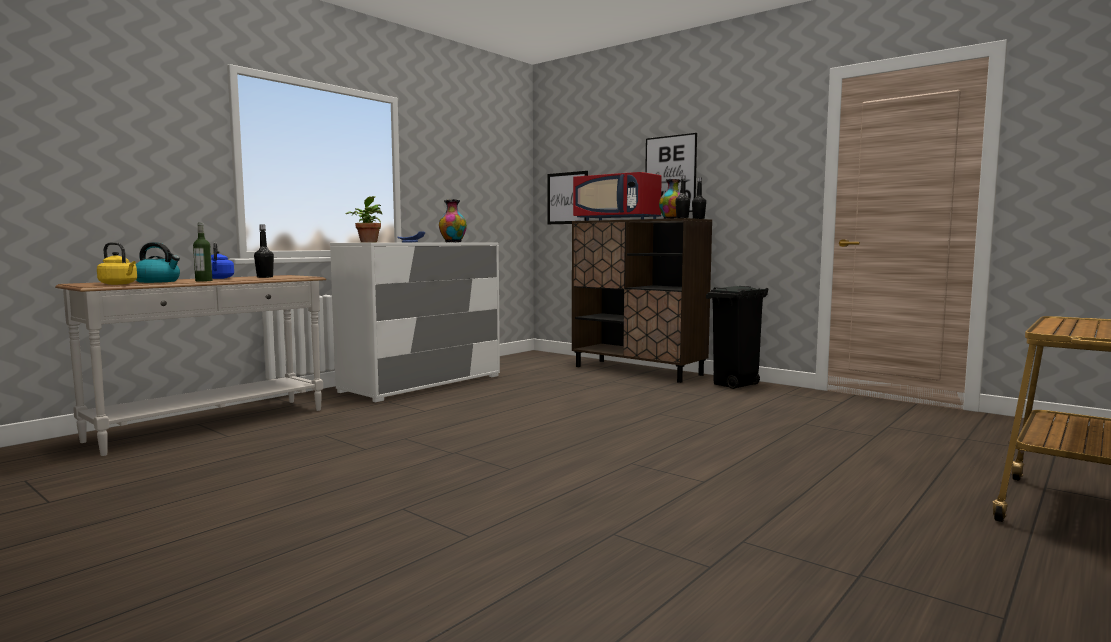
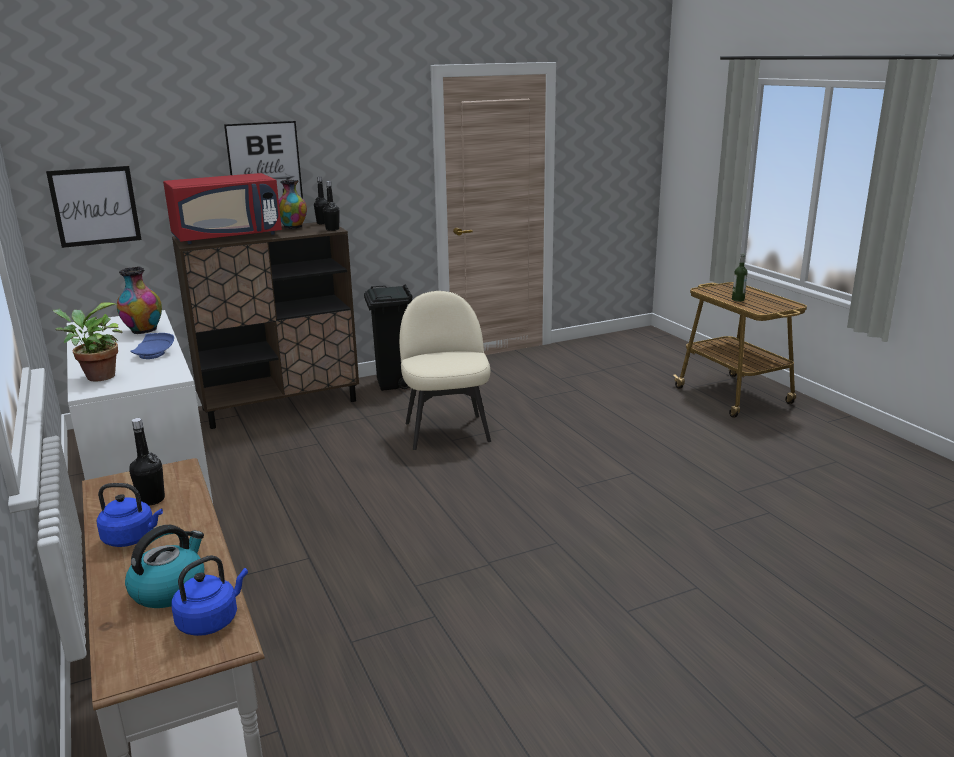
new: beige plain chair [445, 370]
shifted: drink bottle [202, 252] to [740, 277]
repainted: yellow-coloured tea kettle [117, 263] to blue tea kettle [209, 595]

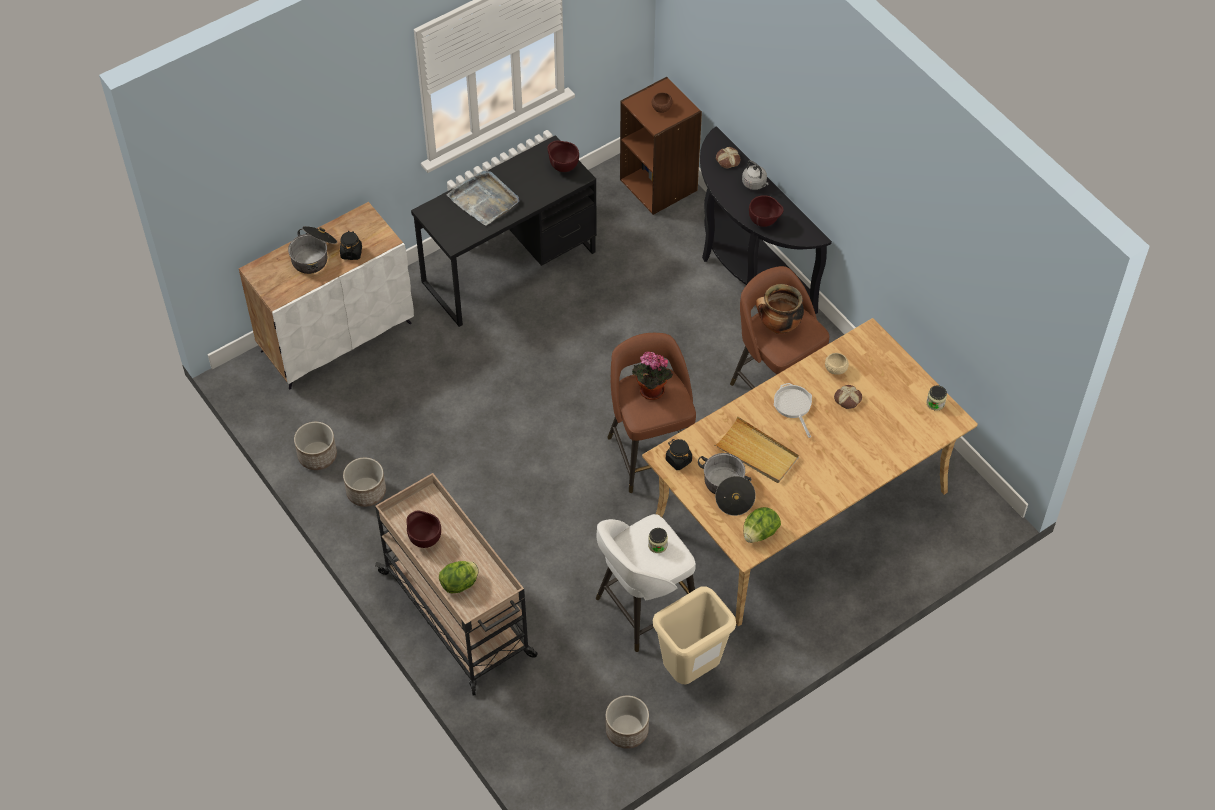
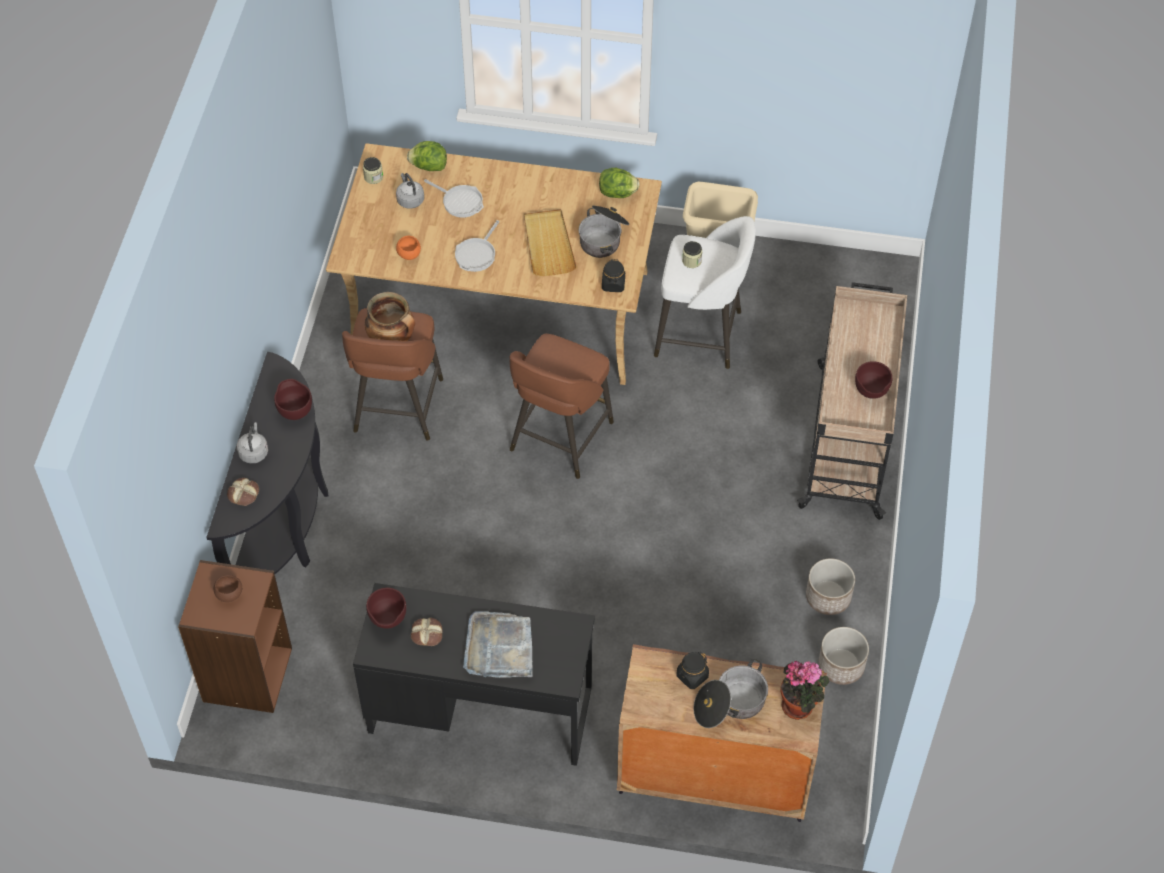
gone: flower pot [627, 722]
new: greyish tea kettle [410, 191]; skillet [454, 198]
shifted: houseplant [652, 375] to [805, 690]; bread [848, 397] to [426, 632]; lettuce [459, 577] to [427, 156]
repainted: whitish storage cabinet [326, 295] to brownish storage cabinet [722, 733]; beige bowl [837, 364] to orangey bowl [408, 248]

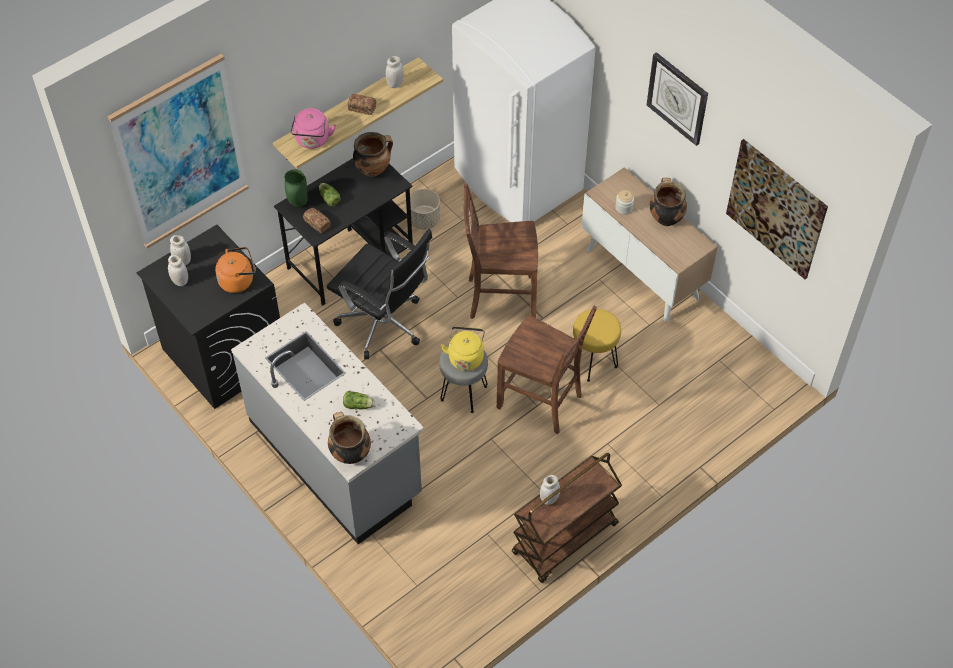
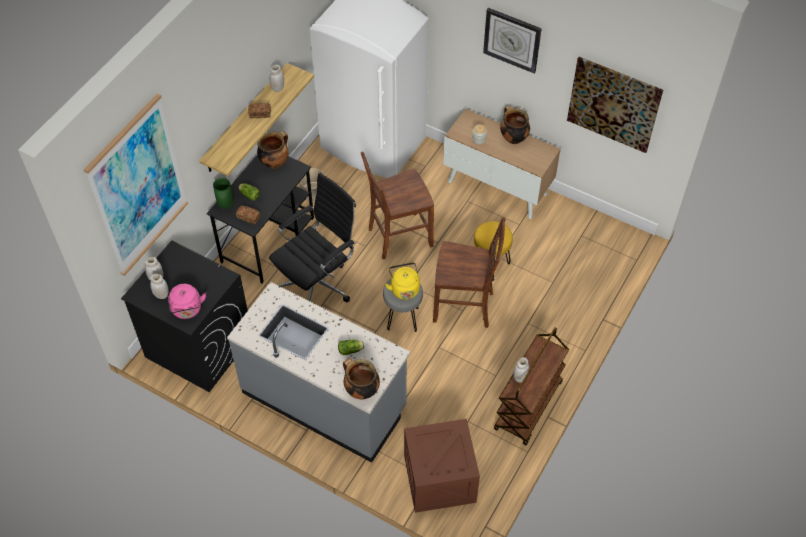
gone: orangey tea kettle [235, 270]
new: shipping crate [442, 466]
shifted: pink tea kettle [313, 128] to [187, 301]
rotated: black-coloured computer chair [379, 294] = [312, 237] 60 degrees counterclockwise

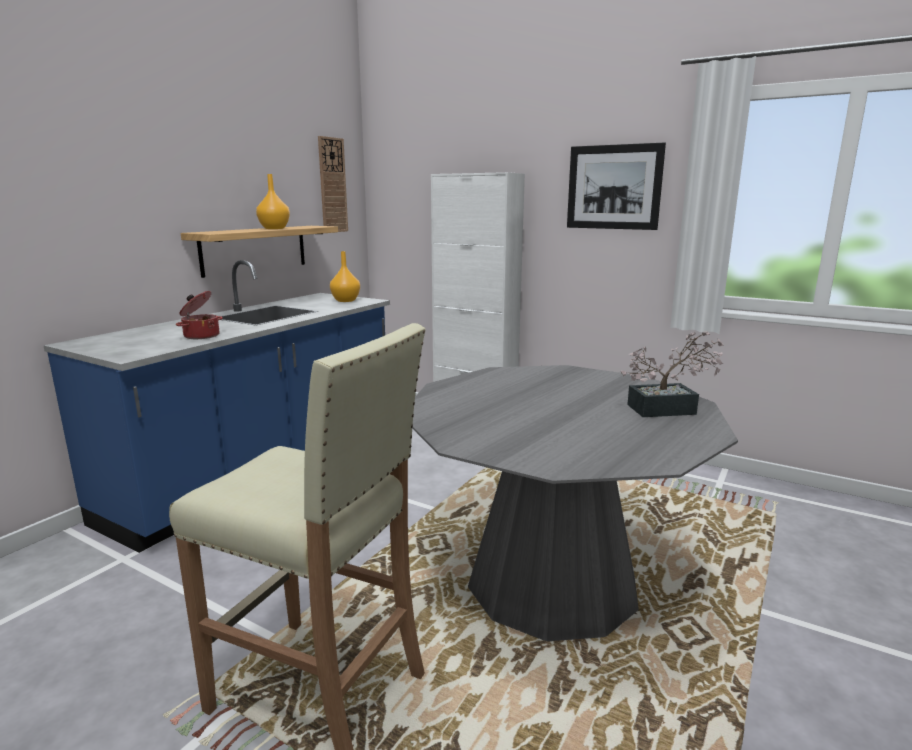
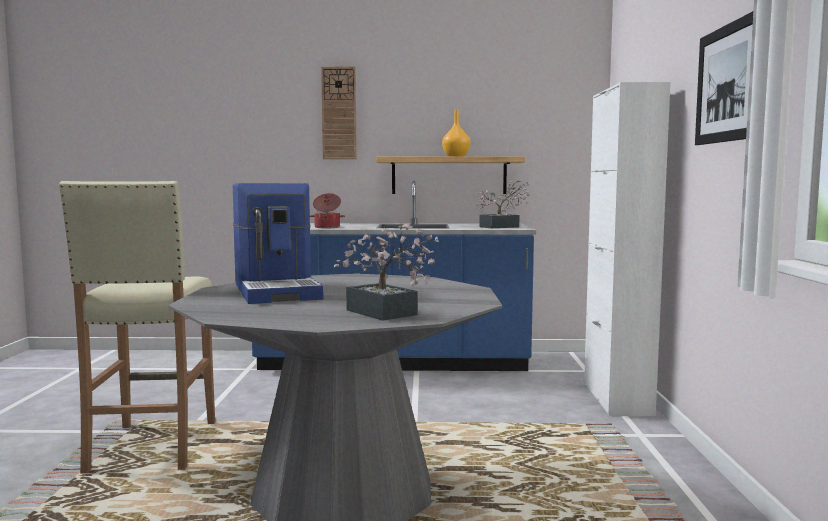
new: coffee brewer [278, 243]
shifted: clock on the wall [333, 184] to [339, 112]
swapped: orangey decorative vase [345, 276] to houseplant [503, 203]

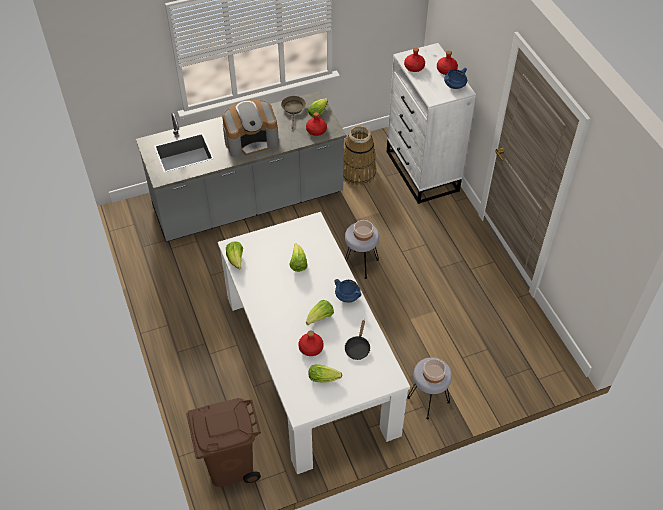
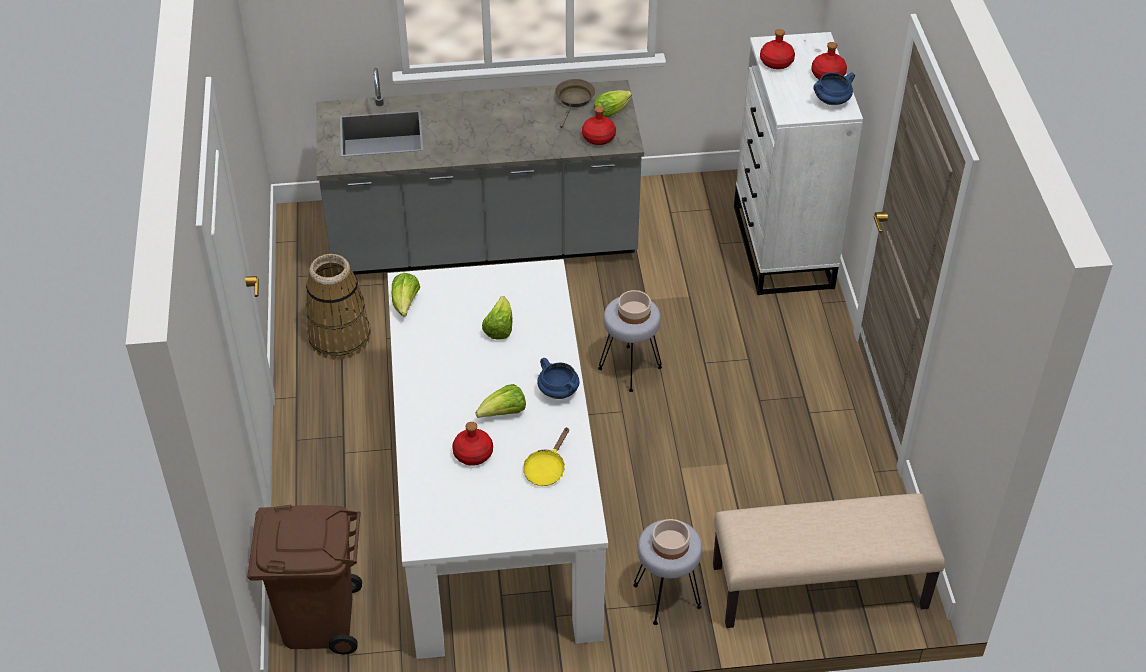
gone: coffee brewer [250, 128]; lettuce [325, 373]
new: beige long seat [829, 560]
shifted: storage basket [359, 156] to [338, 307]
repainted: black-coloured skillet [357, 340] to yellow-coloured skillet [546, 456]

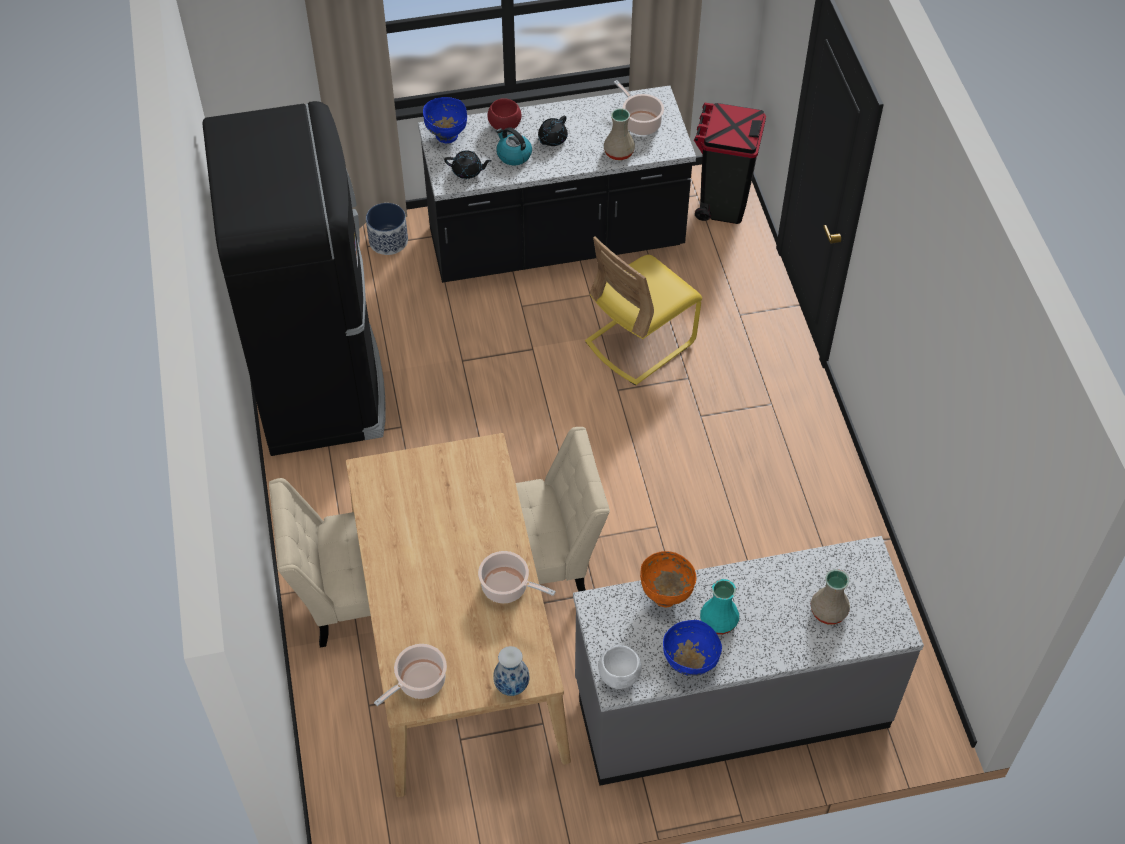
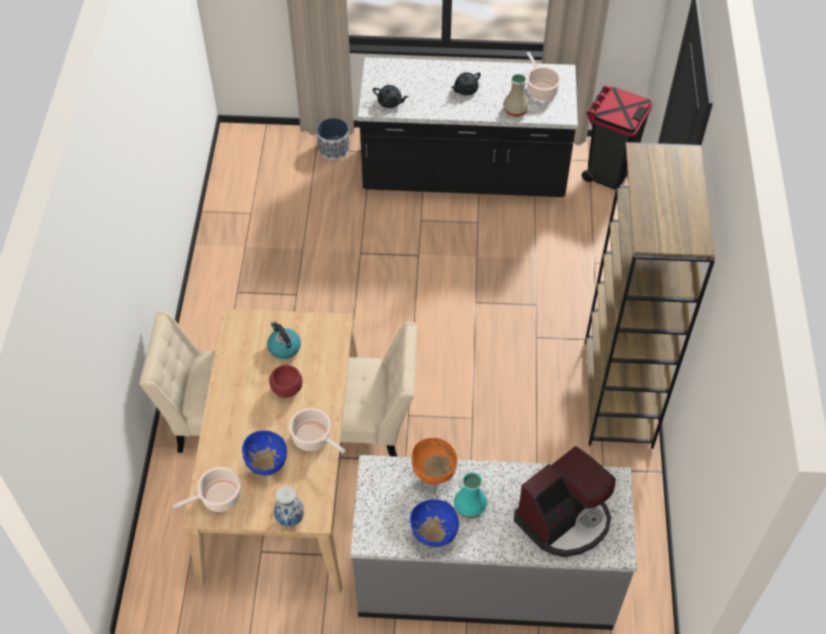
gone: black-coloured refrigerator [294, 278]; yellow-coloured plain chair [643, 310]; whitish bowl [620, 667]
new: brownish bookshelf [650, 295]
shifted: blue bowl [445, 120] to [264, 453]; reddish bowl [504, 114] to [286, 381]; tea kettle [514, 146] to [284, 340]
swapped: beige decorative vase [830, 597] to coffee brewer [565, 501]

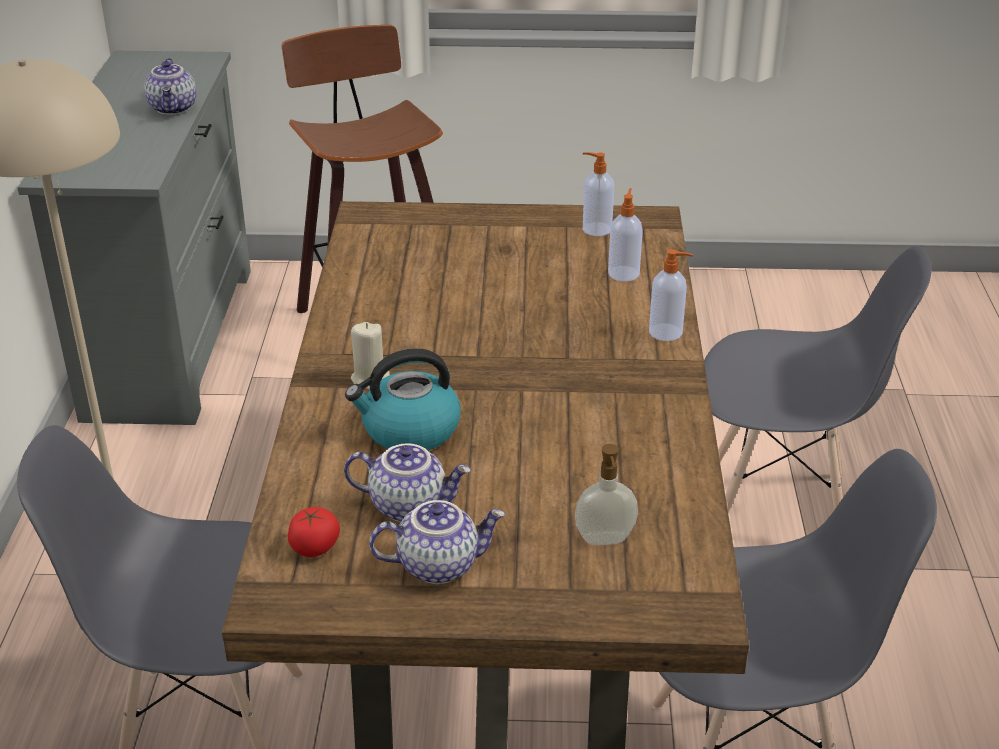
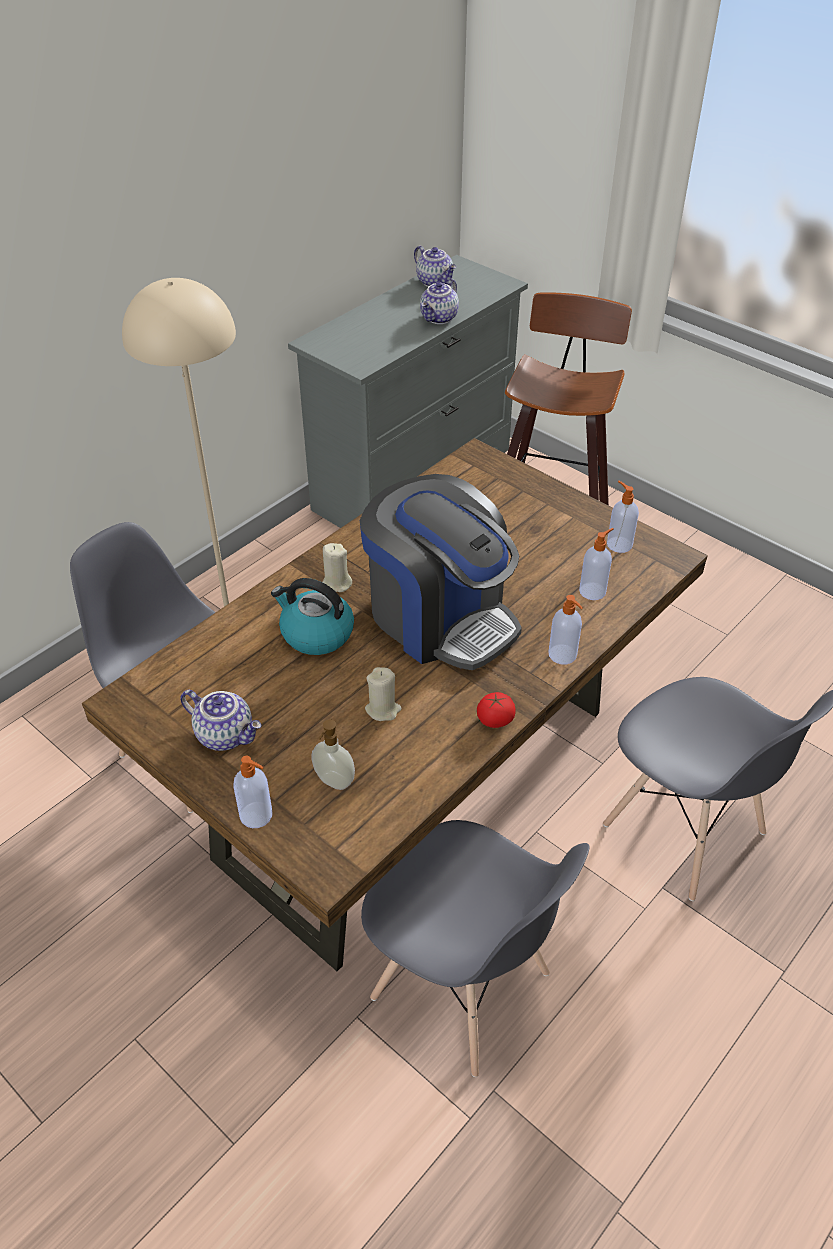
new: coffee brewer [441, 572]; beige candle [383, 694]; soap bottle [252, 792]
shifted: teapot [407, 483] to [435, 266]; whole tomato [314, 532] to [496, 710]

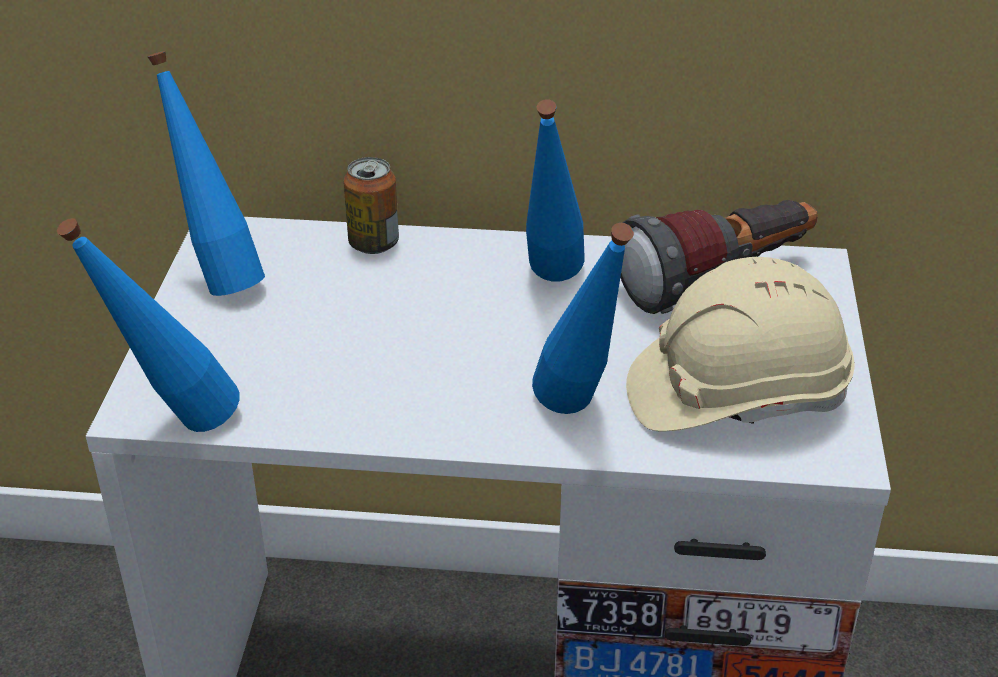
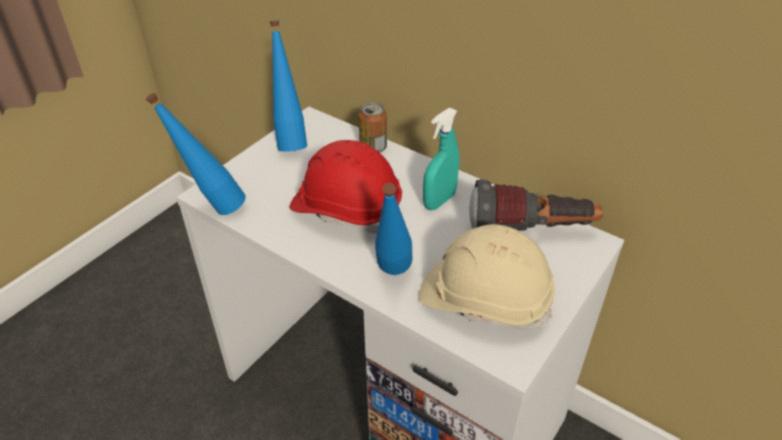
new: reddish safety helmet [345, 187]
swapped: blue drink bottle [555, 190] to turquoise spray bottle [441, 158]

